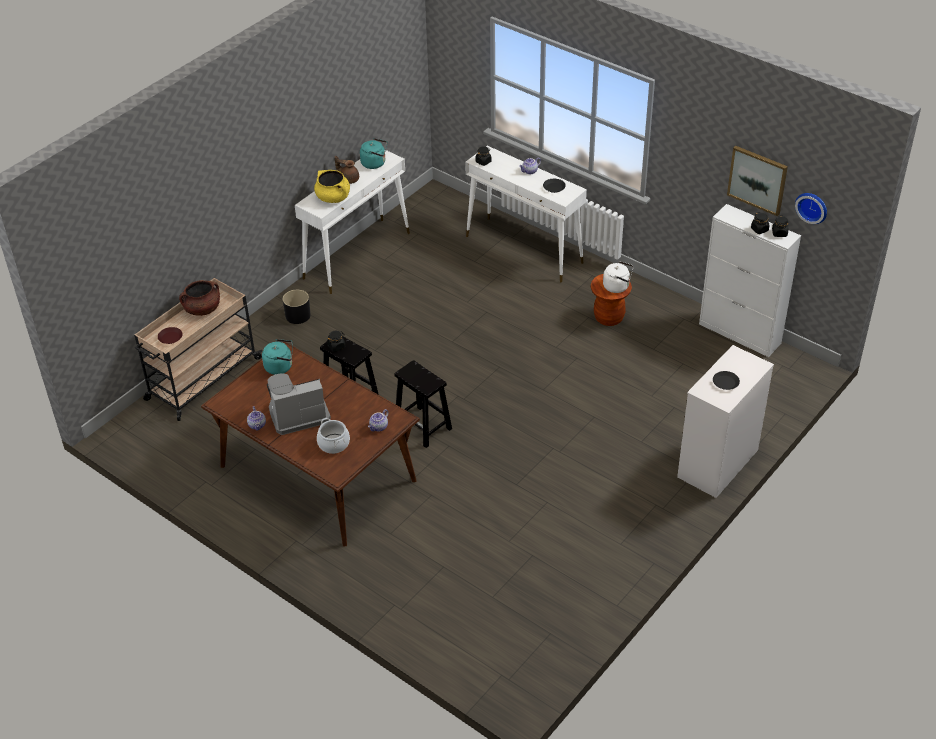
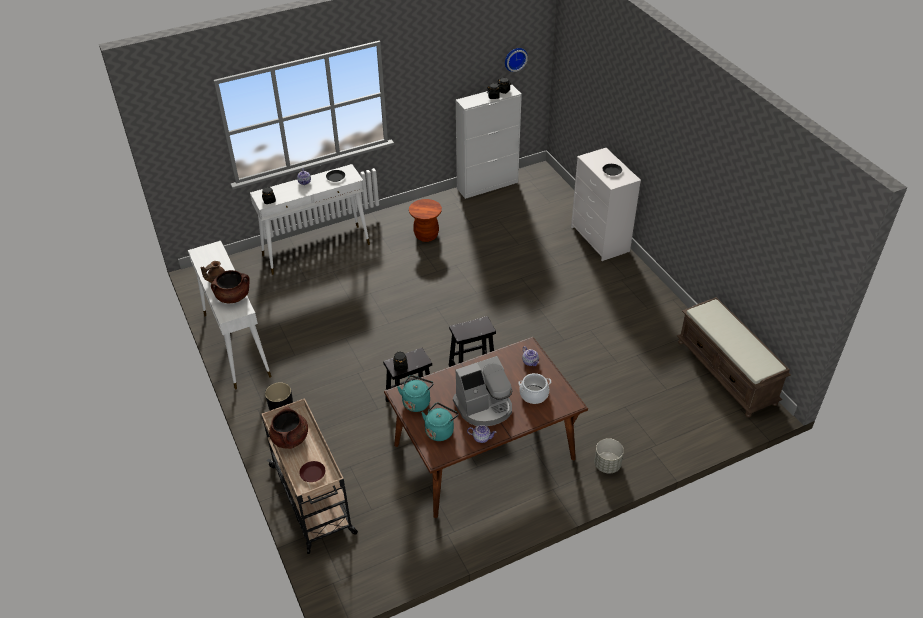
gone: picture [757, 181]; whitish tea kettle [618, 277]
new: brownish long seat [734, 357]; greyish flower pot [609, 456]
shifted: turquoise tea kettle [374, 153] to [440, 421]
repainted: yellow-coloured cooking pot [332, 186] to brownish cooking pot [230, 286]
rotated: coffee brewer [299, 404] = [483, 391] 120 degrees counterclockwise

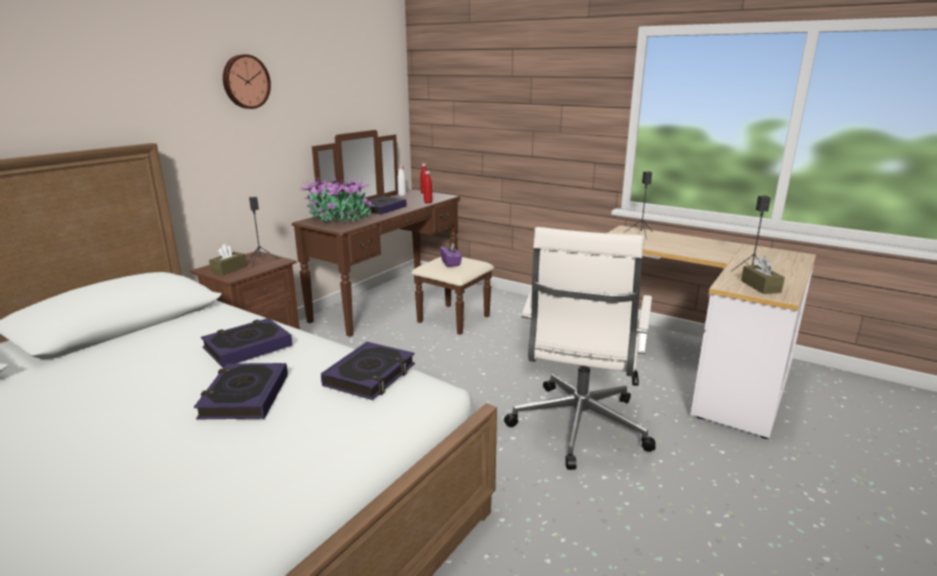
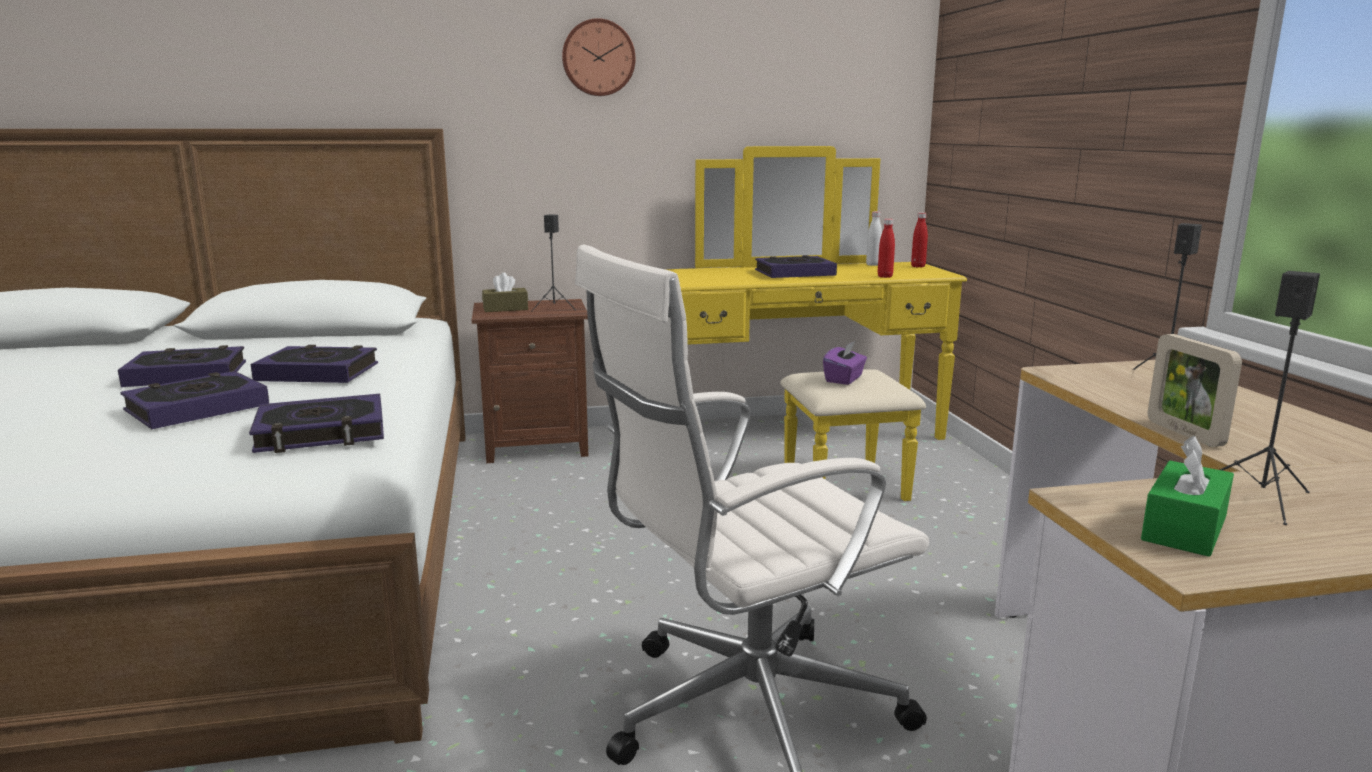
gone: houseplant [337, 200]
new: picture frame [1195, 390]; bound book [182, 366]
repainted: brownish dresser [393, 233] to yellow-coloured dresser [816, 323]; brownish box of tissues [763, 275] to green box of tissues [1187, 496]

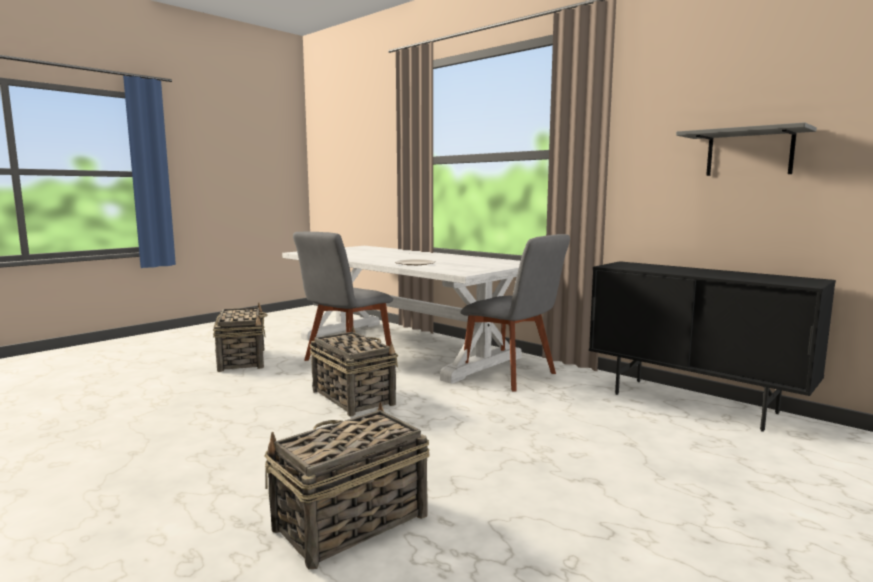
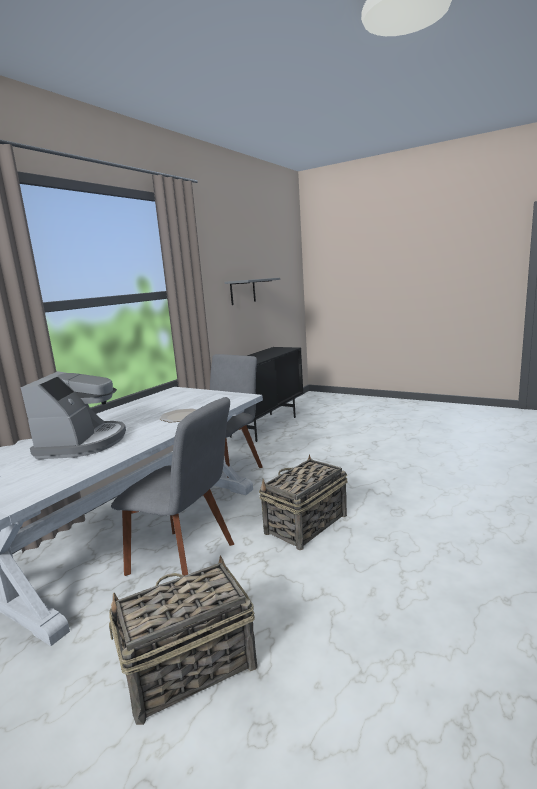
gone: storage basket [347, 485]
new: coffee brewer [73, 415]

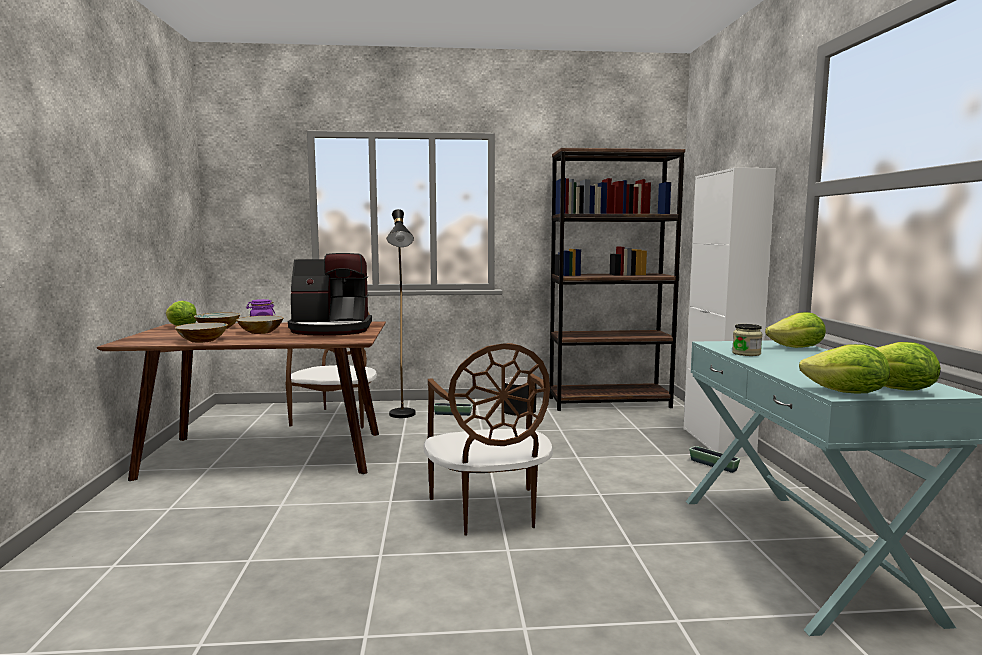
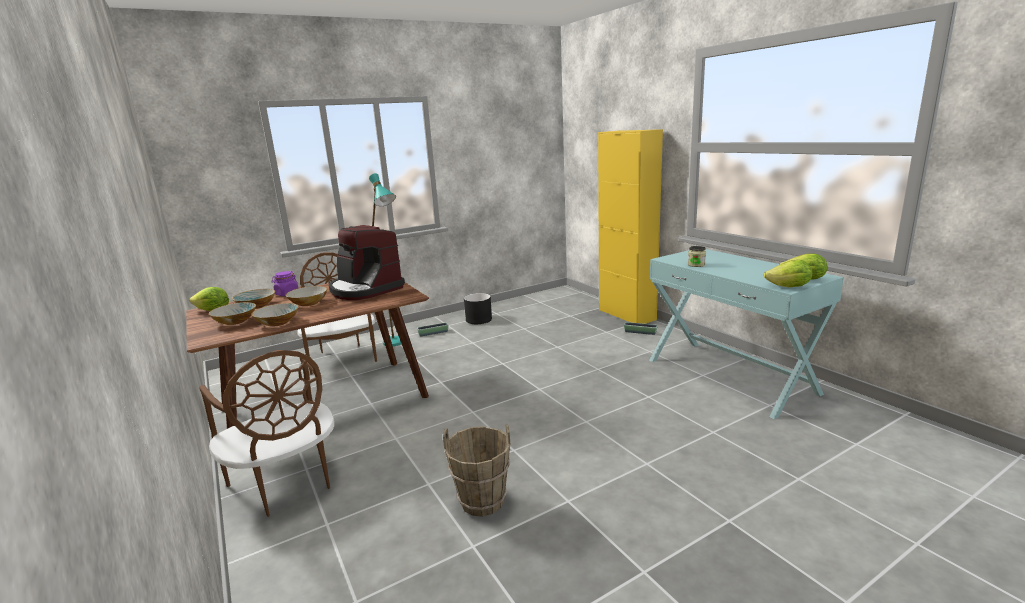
gone: brownish bookshelf [617, 279]; lettuce [795, 330]
new: bowl [232, 313]; brownish pail [477, 470]
shifted: brownish plain chair [488, 439] to [267, 433]
repainted: whitish storage cabinet [730, 312] to yellow-coloured storage cabinet [630, 226]; black-coloured floor lamp [401, 313] to turquoise floor lamp [385, 259]
rotated: coffee brewer [330, 294] = [367, 262] 75 degrees clockwise

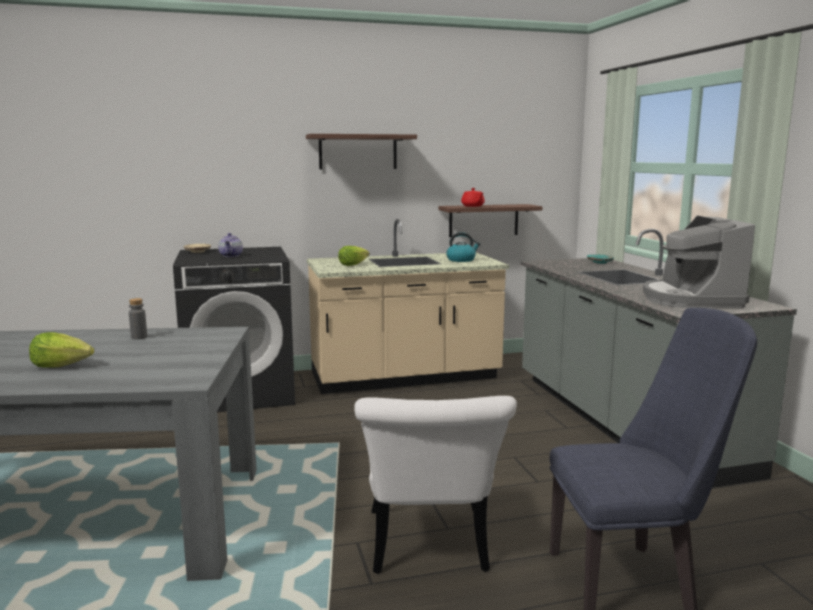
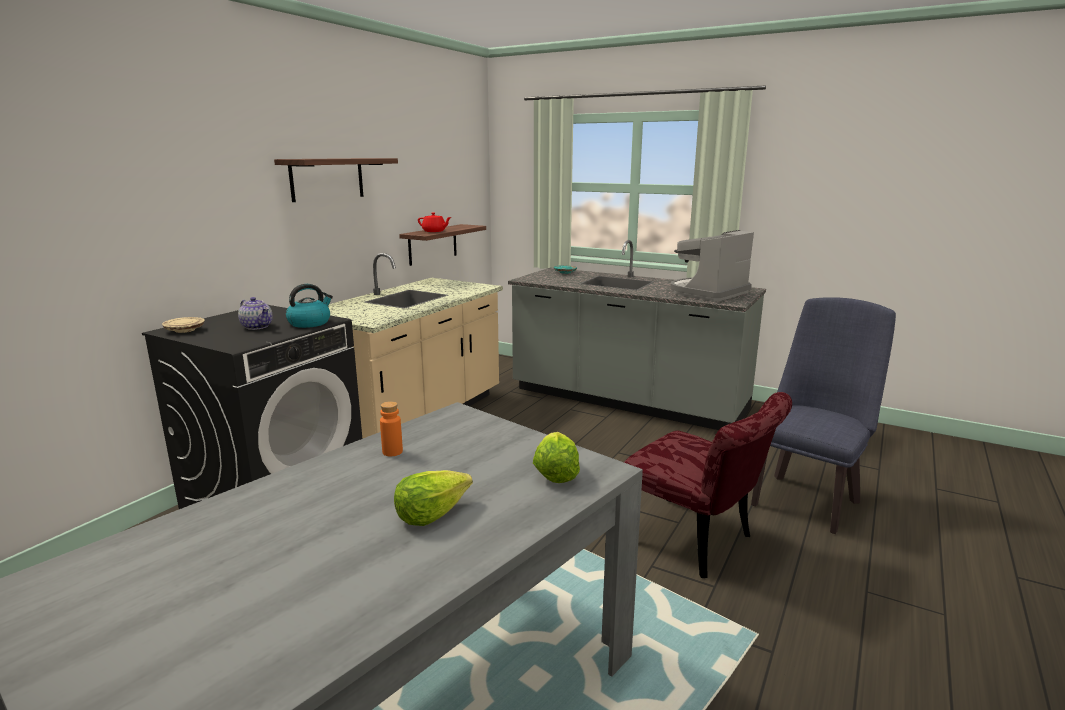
shifted: tea kettle [463, 247] to [309, 306]; lettuce [354, 256] to [556, 457]
repainted: greyish drink bottle [138, 319] to orangey drink bottle [391, 429]; whitish plain chair [435, 485] to reddish plain chair [708, 485]
rotated: coffee brewer [699, 262] = [712, 265] 90 degrees clockwise

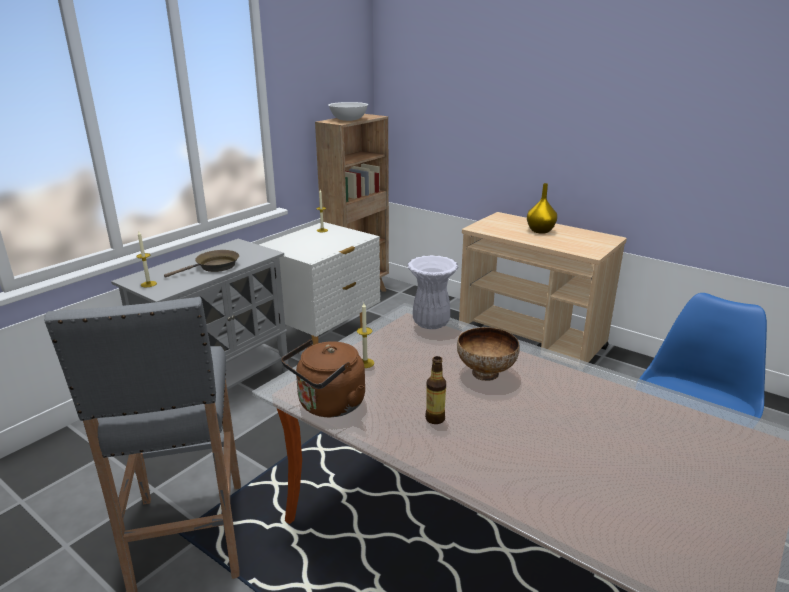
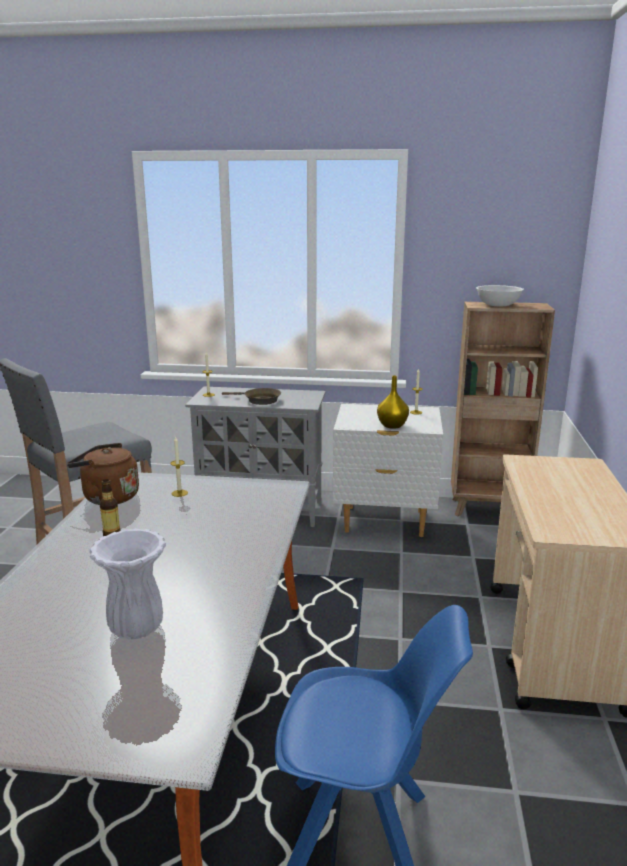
gone: bowl [488, 354]
shifted: yellow-coloured decorative vase [542, 208] to [393, 402]; whitish decorative vase [433, 292] to [127, 584]

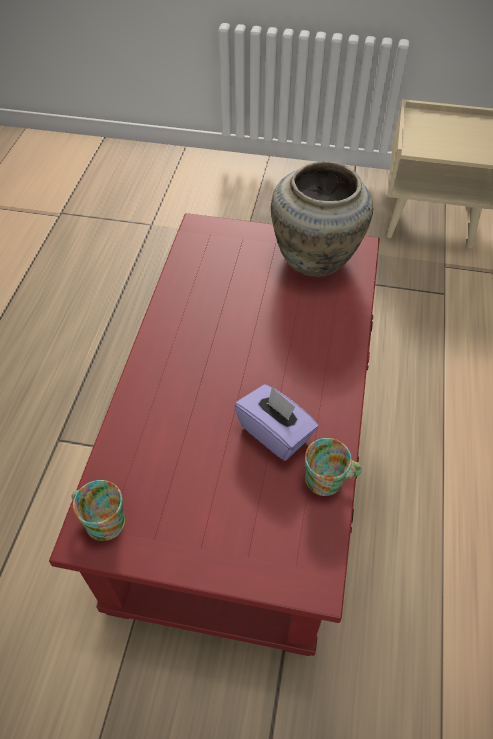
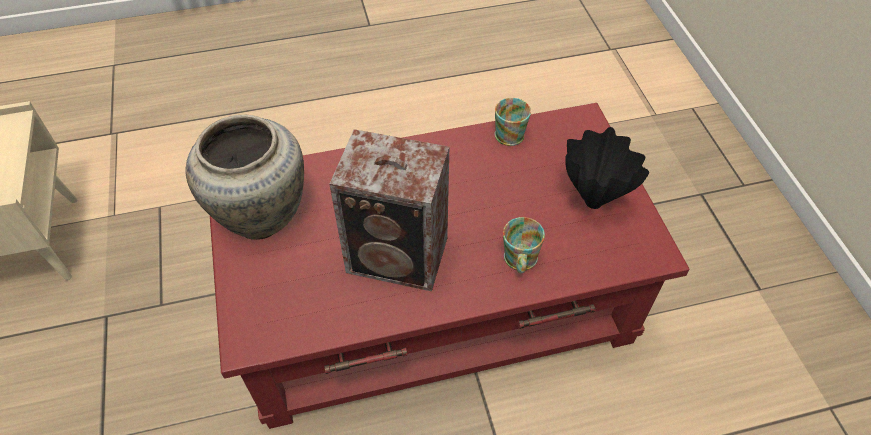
gone: purple-coloured box of tissues [276, 422]
new: black-coloured decorative vase [607, 168]; audio speaker [389, 210]
shifted: coffee mug [98, 510] to [524, 245]

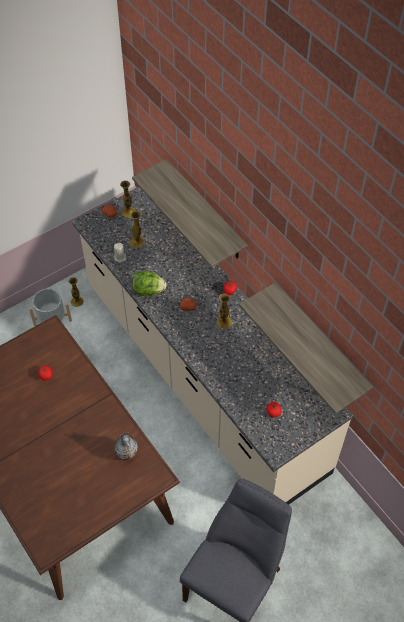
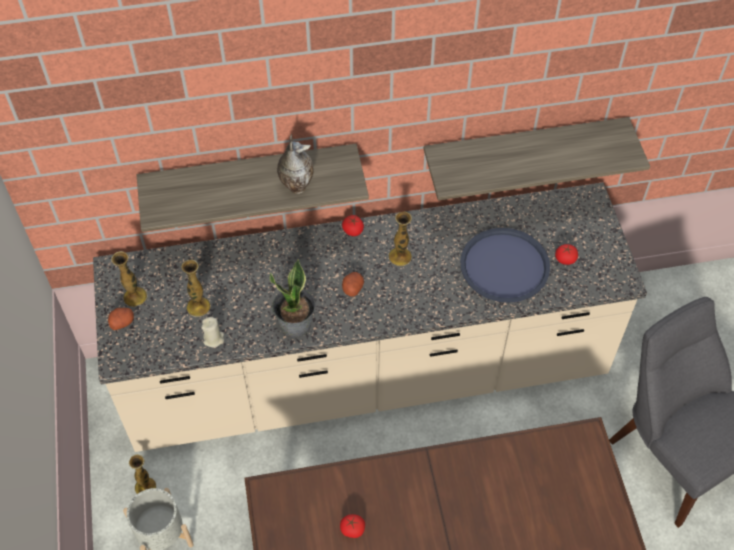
new: blue tray [505, 265]
shifted: decorative vase [126, 446] to [295, 164]
swapped: lettuce [149, 283] to houseplant [293, 298]

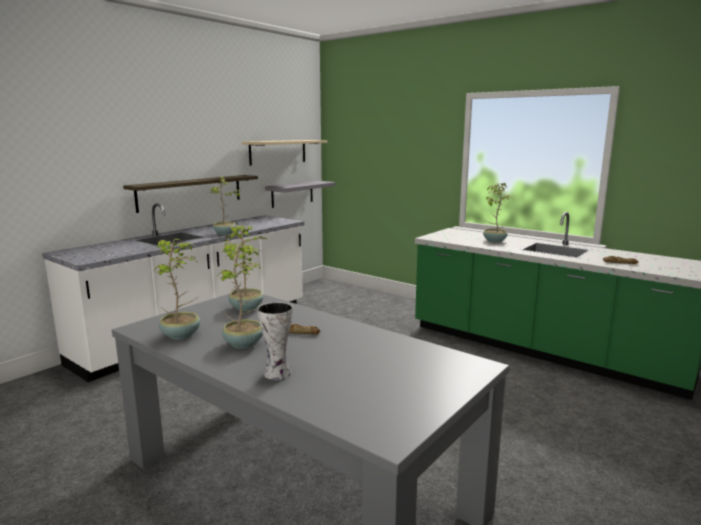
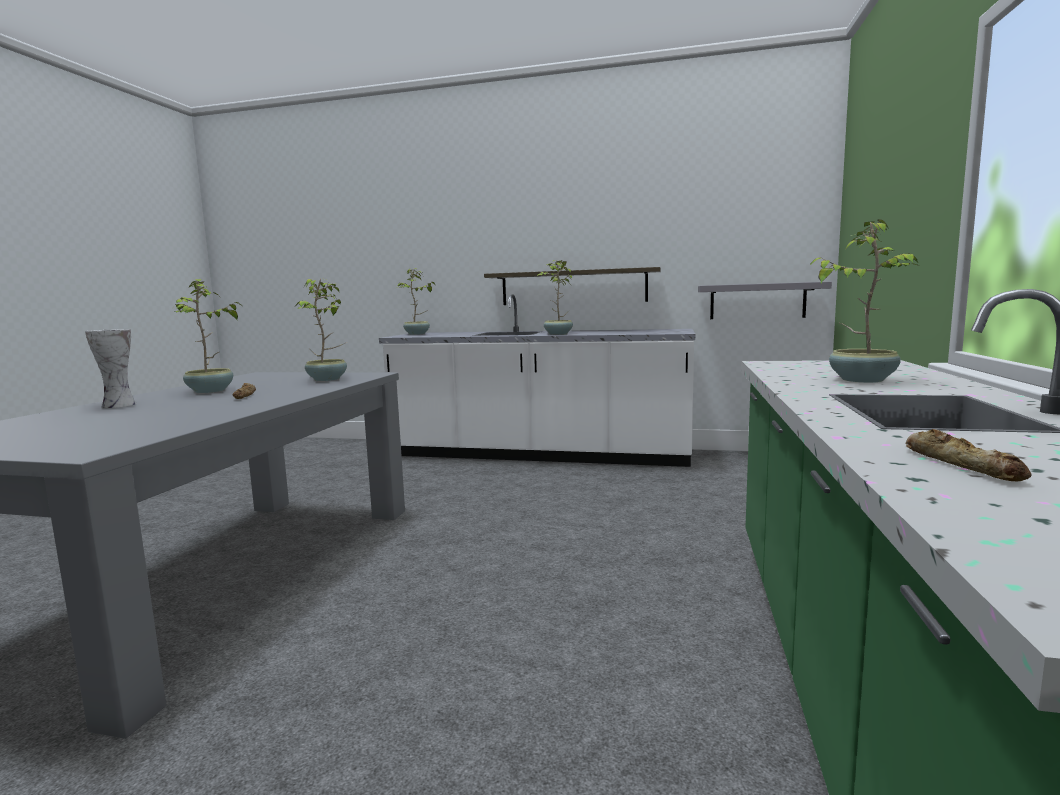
gone: beige shelf [285, 153]
shifted: houseplant [178, 289] to [416, 301]

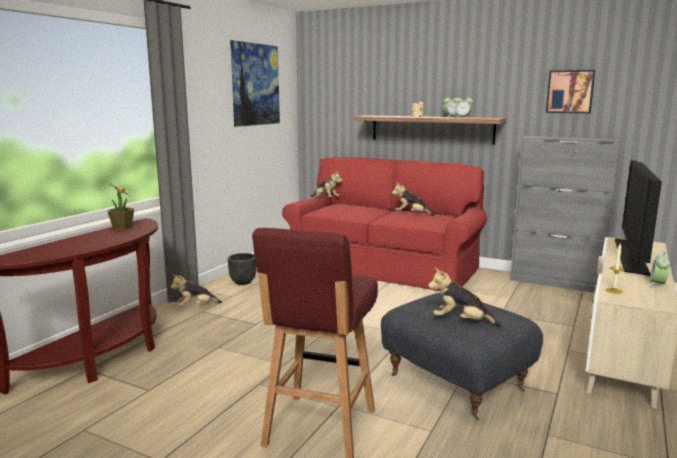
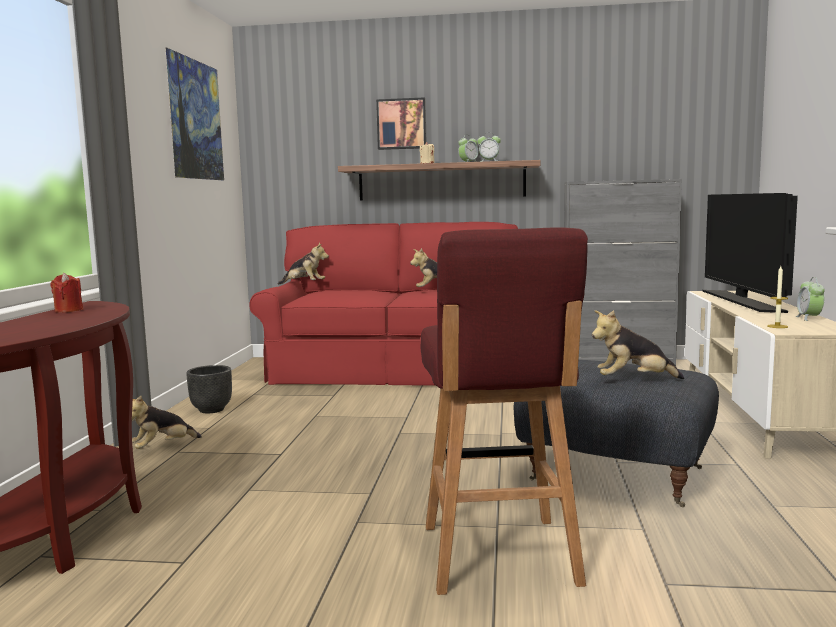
shifted: picture [570, 91] to [401, 123]
swapped: houseplant [120, 207] to reddish candle [67, 293]

